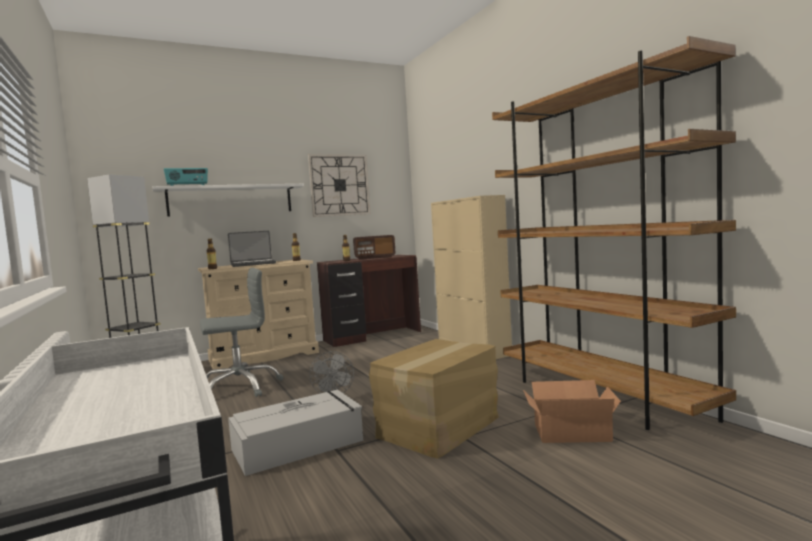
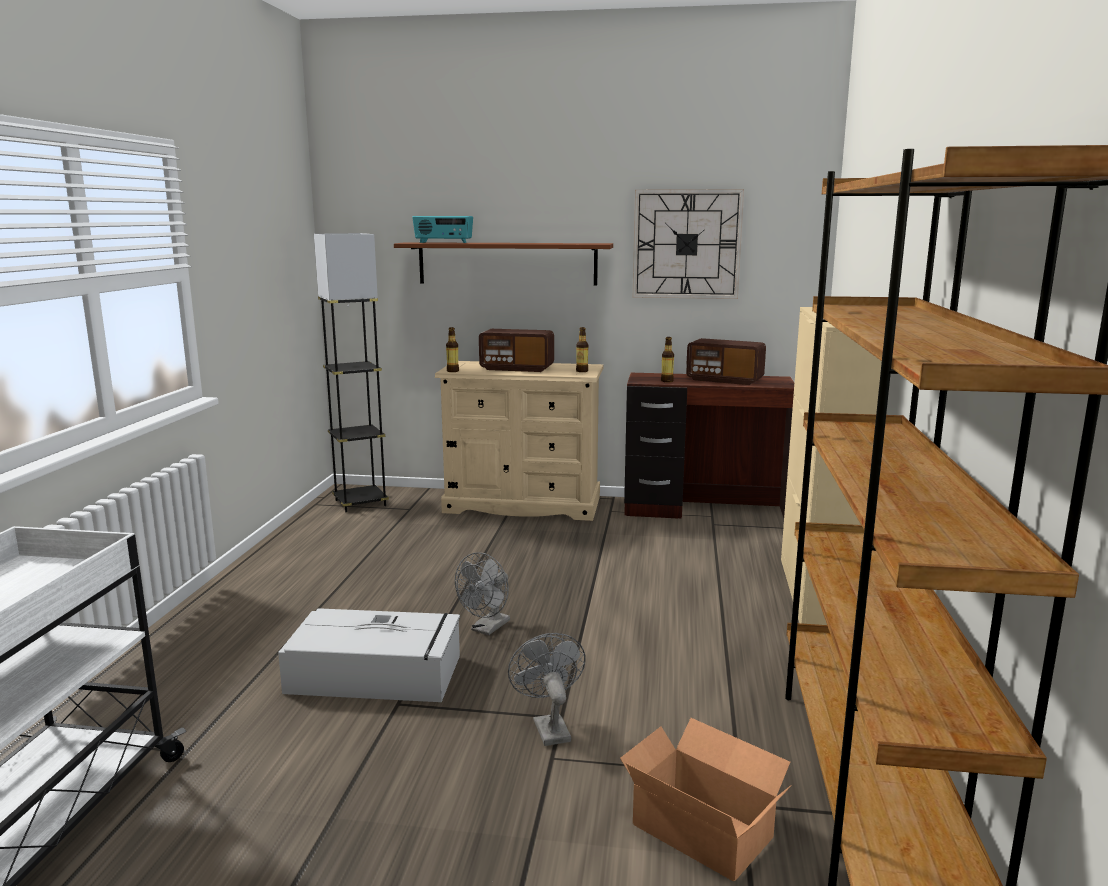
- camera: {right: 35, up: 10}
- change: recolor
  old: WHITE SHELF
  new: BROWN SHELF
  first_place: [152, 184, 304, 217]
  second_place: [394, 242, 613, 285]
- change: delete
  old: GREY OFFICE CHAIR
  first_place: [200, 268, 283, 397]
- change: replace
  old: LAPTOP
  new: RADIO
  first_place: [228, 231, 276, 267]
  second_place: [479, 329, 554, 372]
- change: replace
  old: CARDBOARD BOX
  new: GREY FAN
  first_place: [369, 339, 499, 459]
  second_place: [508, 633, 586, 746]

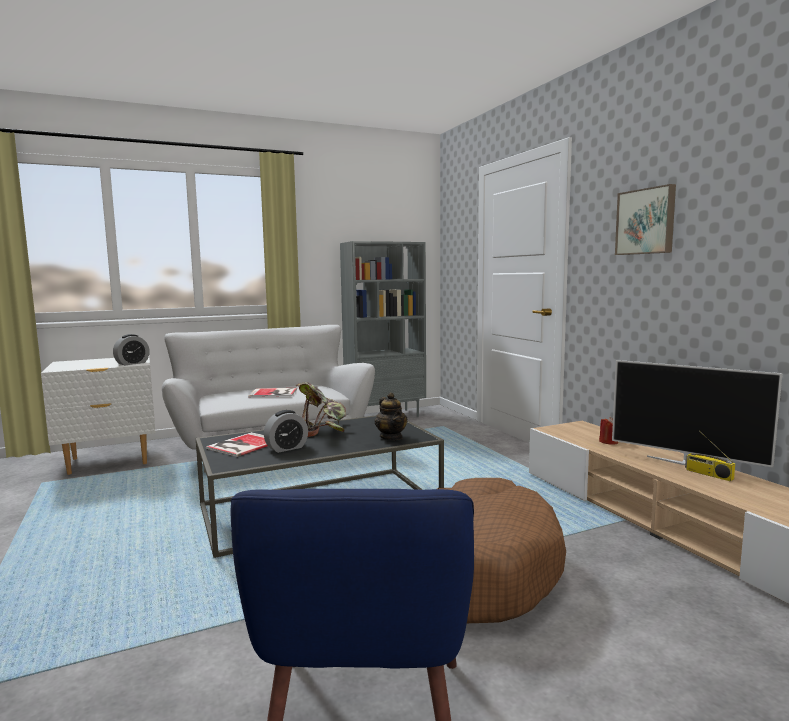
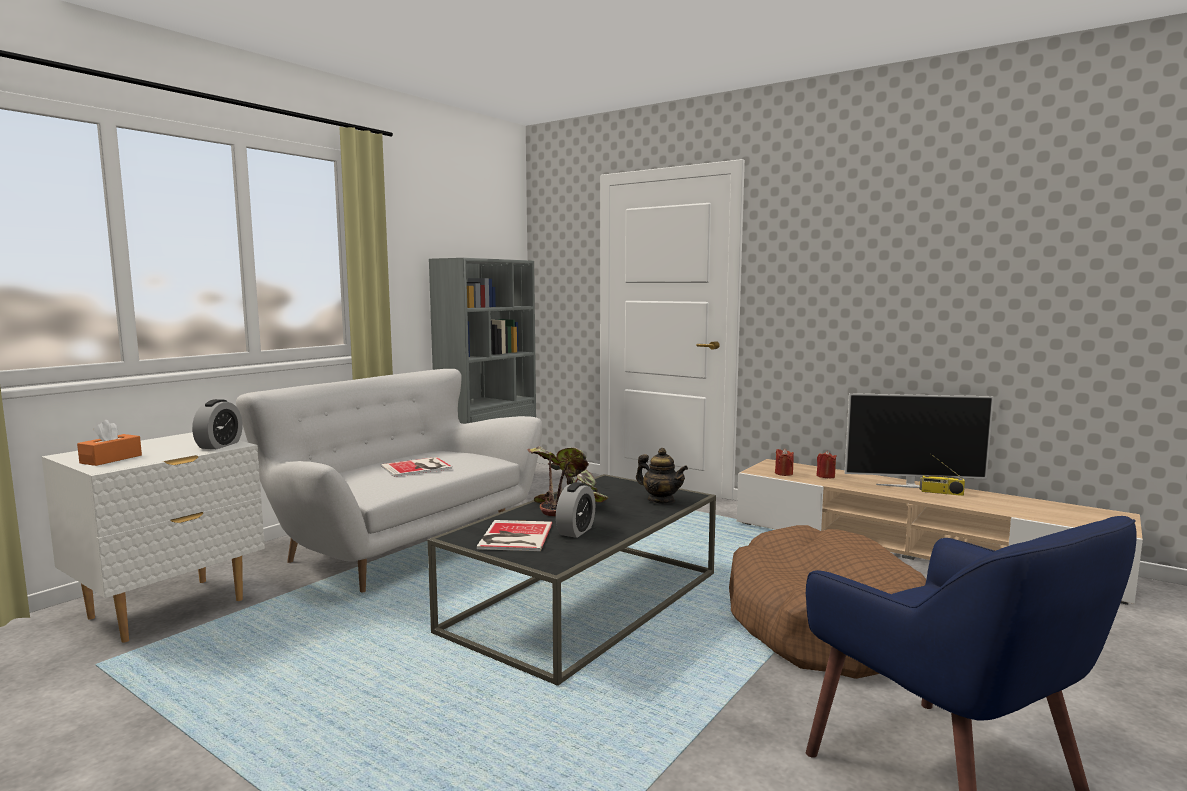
- camera: {right: -30, up: 0}
- change: delete
  old: PICTURE
  first_place: [615, 184, 676, 255]
- change: insert
  new: ORANGE TISSUE BOX
  second_place: [77, 420, 142, 466]
- change: insert
  new: RED CANDLE
  second_place: [775, 448, 794, 476]

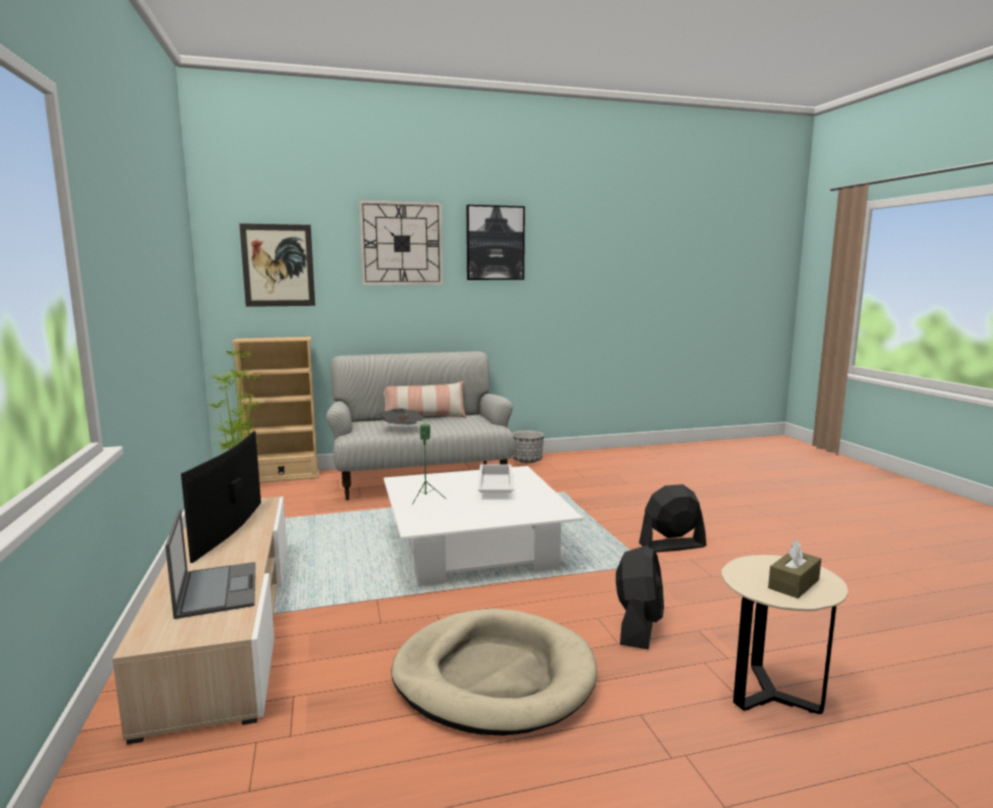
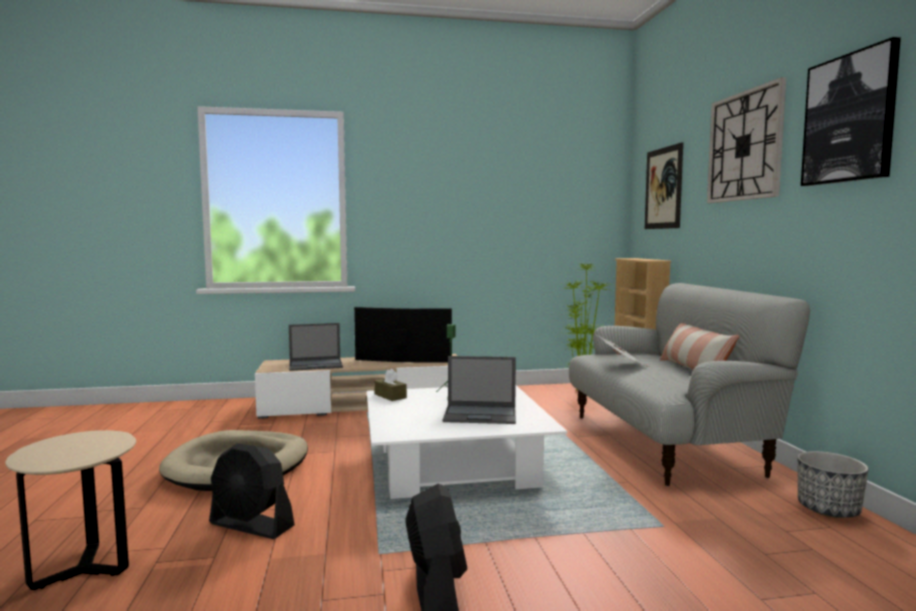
- camera: {right: 95, up: -5}
- change: replace
  old: WHITE TRAY
  new: LAPTOP
  first_place: [478, 465, 513, 493]
  second_place: [443, 356, 516, 424]
- change: move
  old: BROWN TISSUE BOX
  first_place: [768, 539, 821, 599]
  second_place: [374, 368, 407, 401]

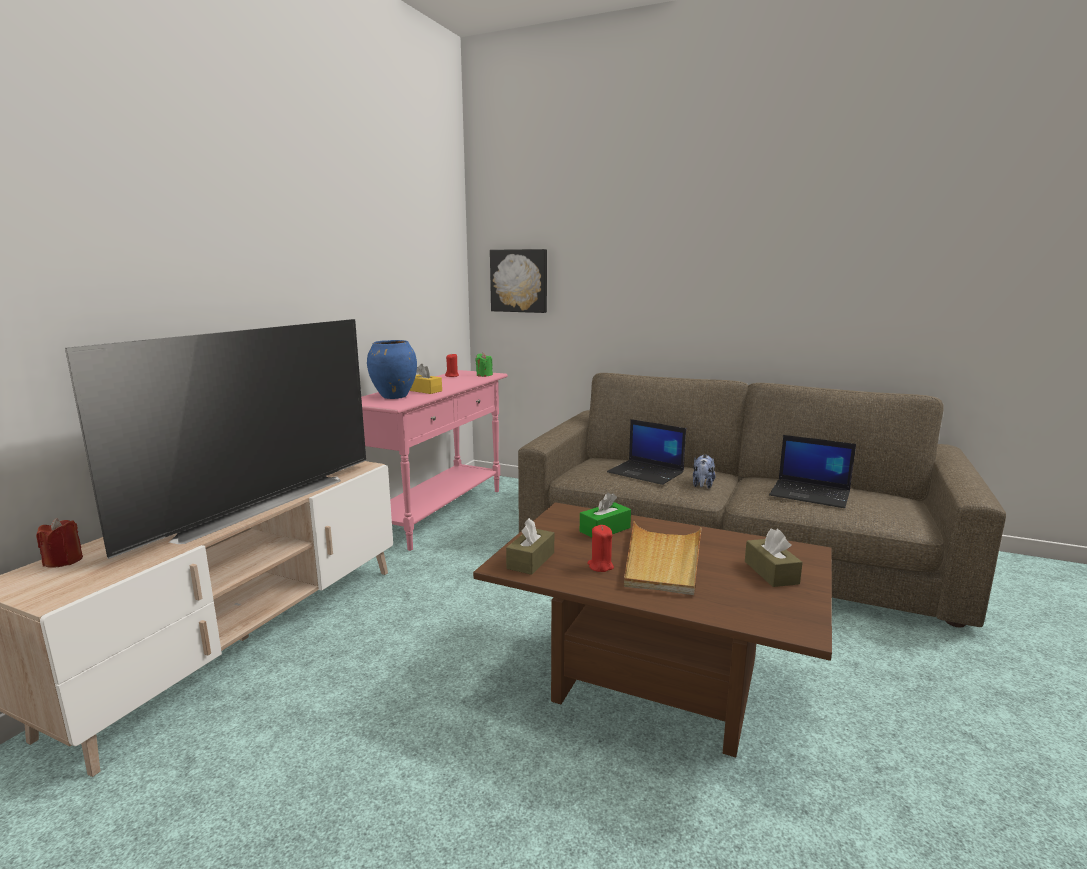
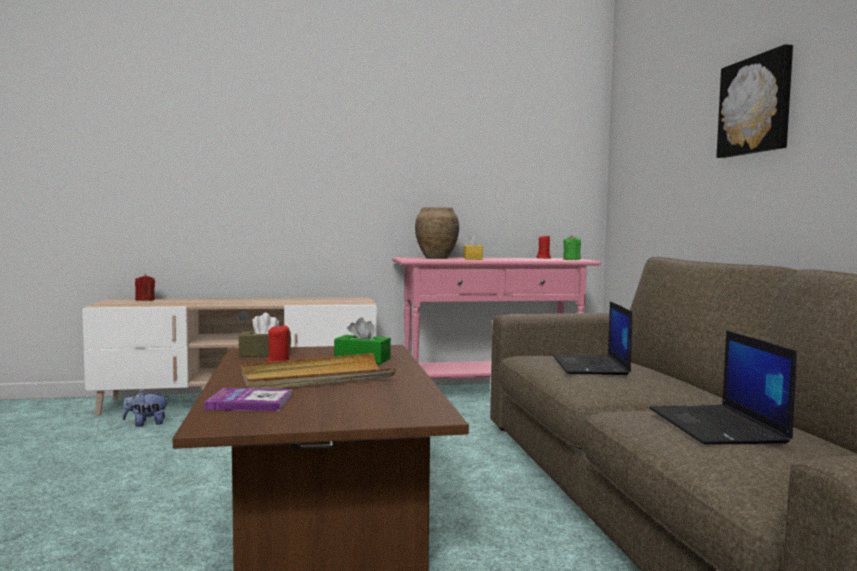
- camera: {right: 55, up: -10}
- change: delete
  old: TELEVISION
  first_place: [65, 319, 366, 559]
- change: recolor
  old: BLUE VASE
  new: BROWN VASE
  first_place: [367, 340, 417, 399]
  second_place: [415, 207, 459, 259]
- change: move
  old: PICTURE
  first_place: [490, 249, 547, 313]
  second_place: [716, 44, 793, 158]
- change: move
  old: PLUSH TOY
  first_place: [693, 455, 715, 488]
  second_place: [122, 391, 169, 426]
- change: delete
  old: BROWN TISSUE BOX
  first_place: [745, 529, 803, 587]
- change: insert
  new: BOOK
  second_place: [204, 388, 293, 411]

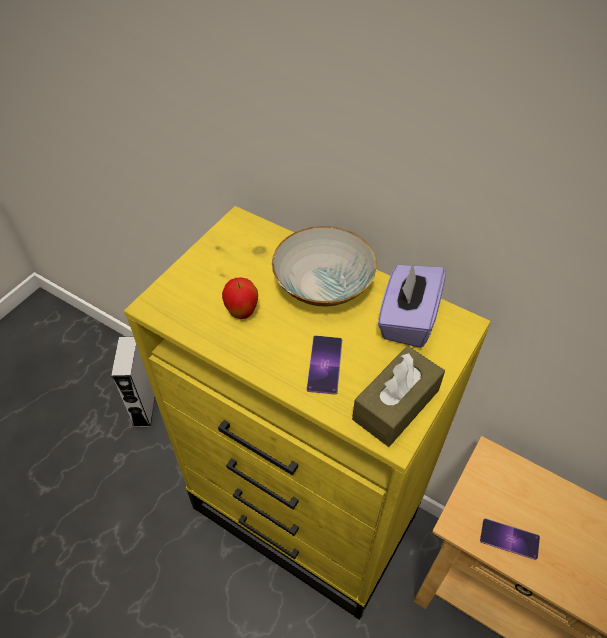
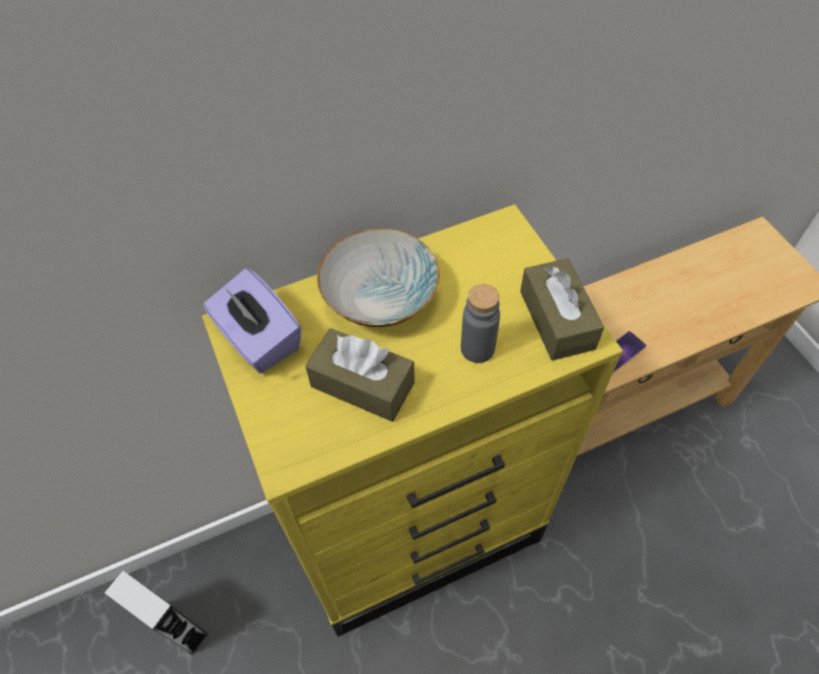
- camera: {right: -55, up: 5}
- change: replace
  old: APPLE
  new: BROWN TISSUE BOX
  first_place: [222, 277, 258, 319]
  second_place: [305, 328, 415, 422]
- change: replace
  old: PHONE
  new: GREY BOTTLE
  first_place: [307, 336, 342, 395]
  second_place: [461, 284, 500, 363]
- change: move
  old: PURPLE TISSUE BOX
  first_place: [378, 263, 446, 348]
  second_place: [203, 268, 301, 373]

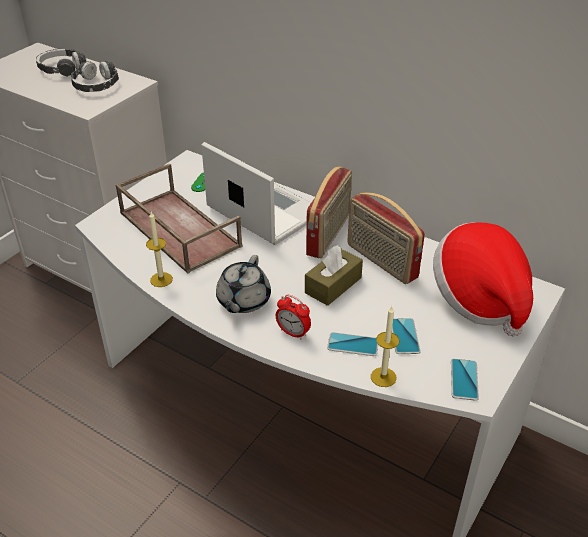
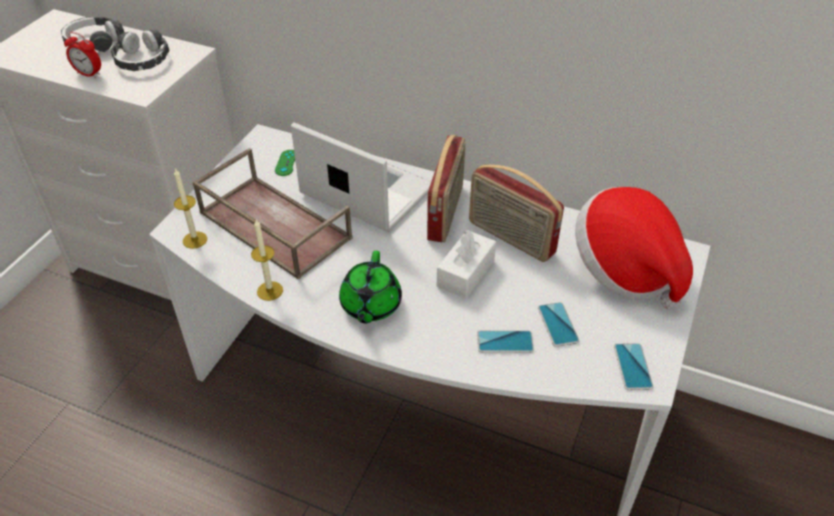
- camera: {right: -10, up: 5}
- change: recolor
  old: GREY TEAPOT
  new: GREEN TEAPOT
  first_place: [216, 255, 271, 313]
  second_place: [339, 251, 402, 323]
- change: move
  old: ALARM CLOCK
  first_place: [276, 295, 311, 340]
  second_place: [64, 32, 101, 78]
- change: recolor
  old: BROWN TISSUE BOX
  new: WHITE TISSUE BOX
  first_place: [305, 245, 363, 306]
  second_place: [437, 230, 496, 299]
- change: move
  old: CANDLE
  first_place: [371, 306, 399, 387]
  second_place: [174, 168, 207, 249]

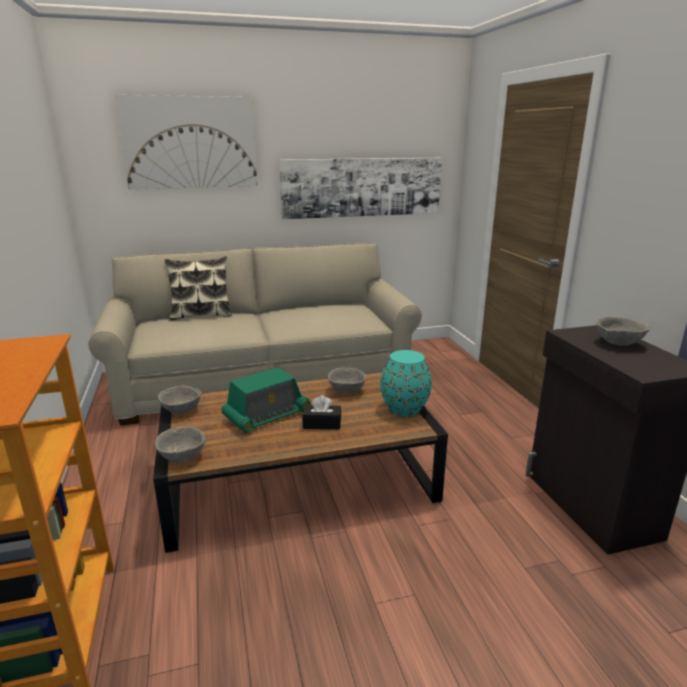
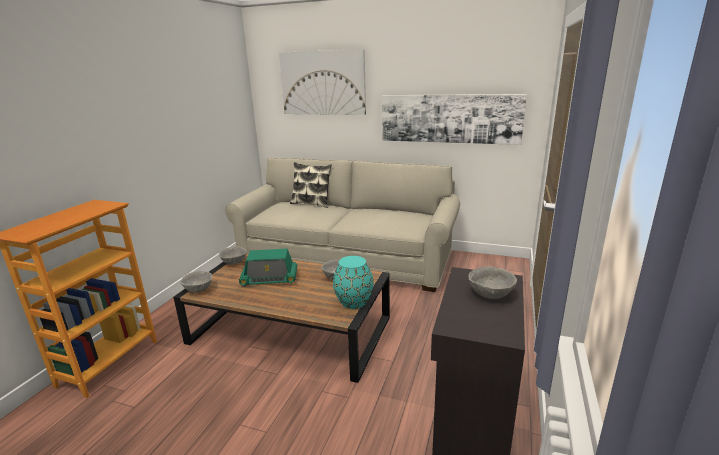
- camera: {right: 35, up: 0}
- change: delete
  old: BLACK TISSUE BOX
  first_place: [302, 395, 341, 429]

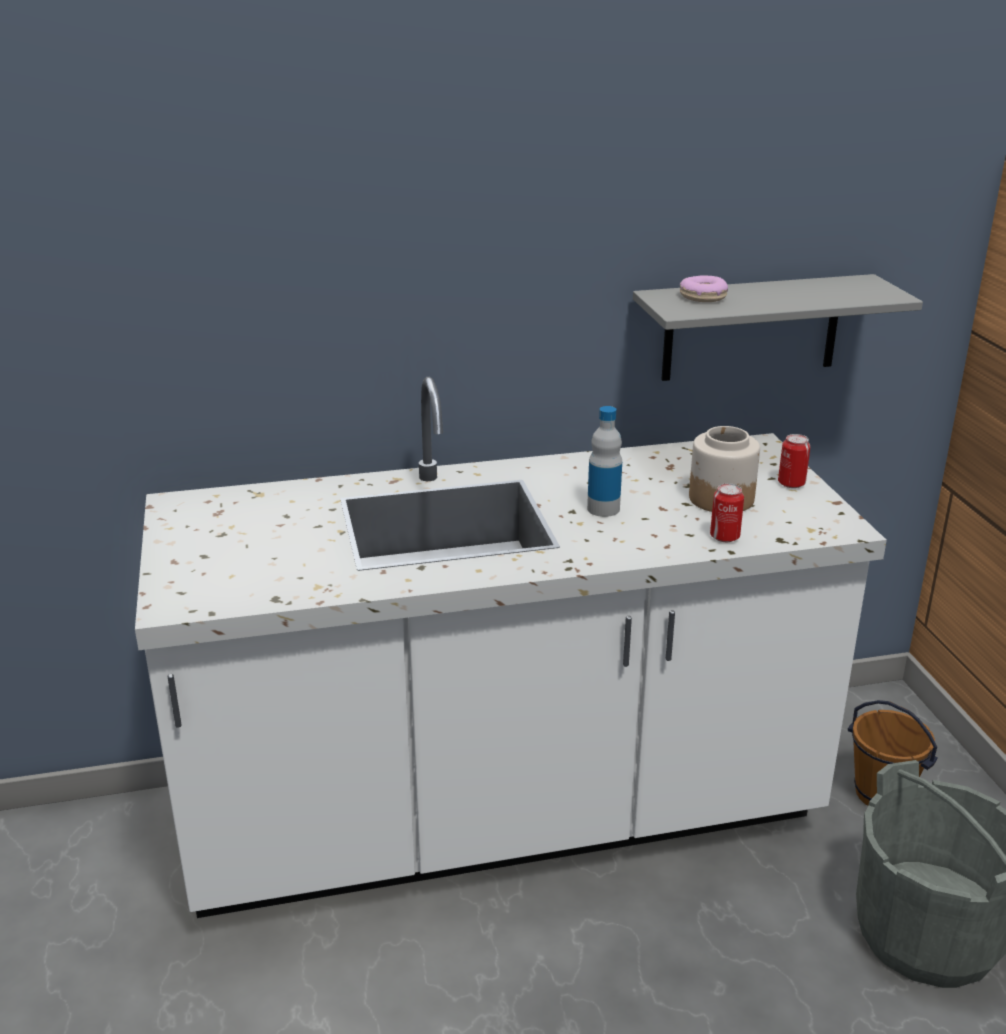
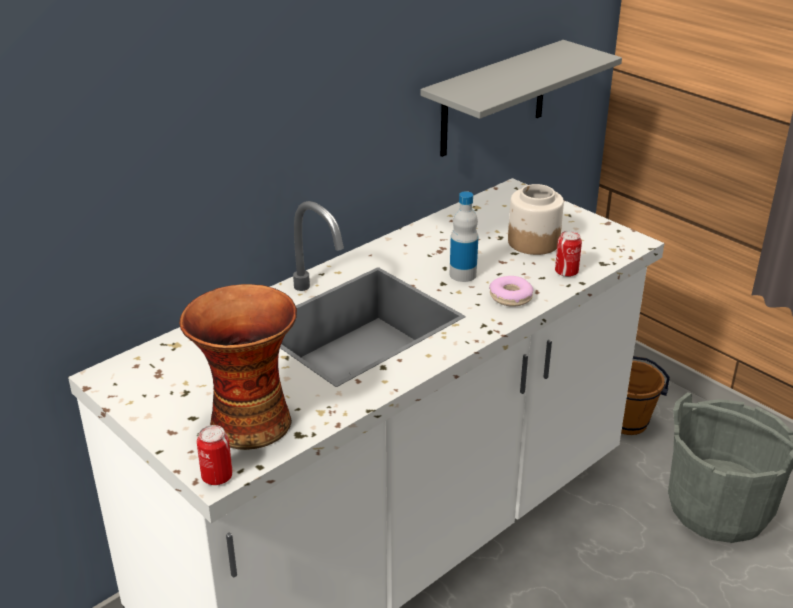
- camera: {right: -30, up: 5}
- change: move
  old: DONUT
  first_place: [680, 276, 728, 302]
  second_place: [489, 276, 534, 307]
- change: move
  old: CAN
  first_place: [778, 434, 810, 488]
  second_place: [197, 425, 233, 485]
- change: insert
  new: VASE
  second_place: [179, 284, 297, 450]

